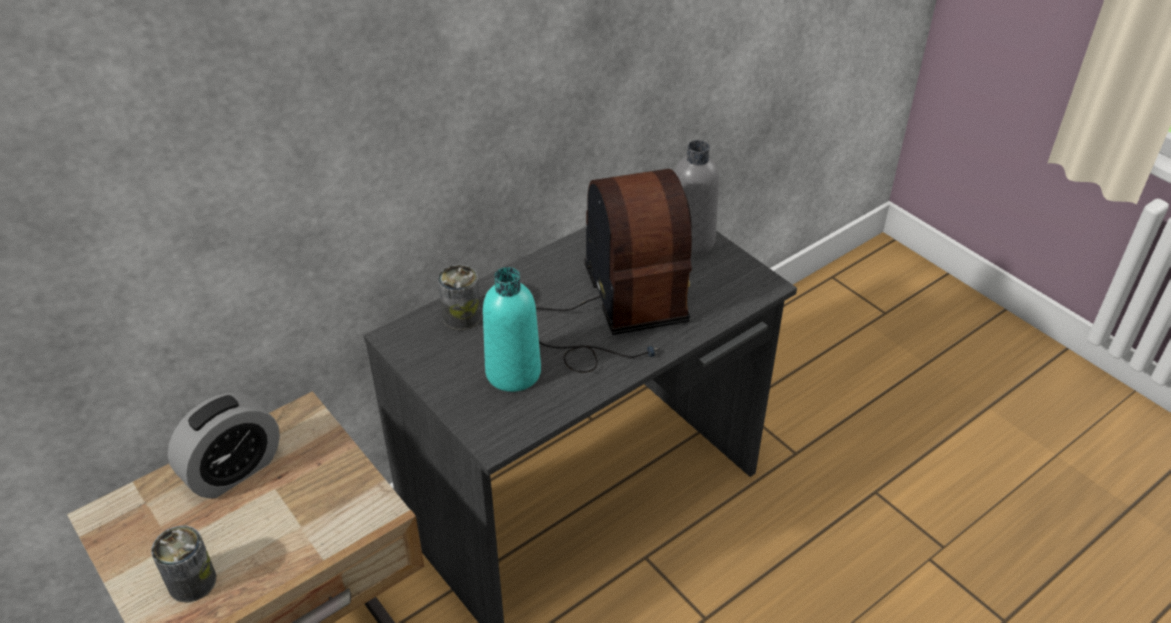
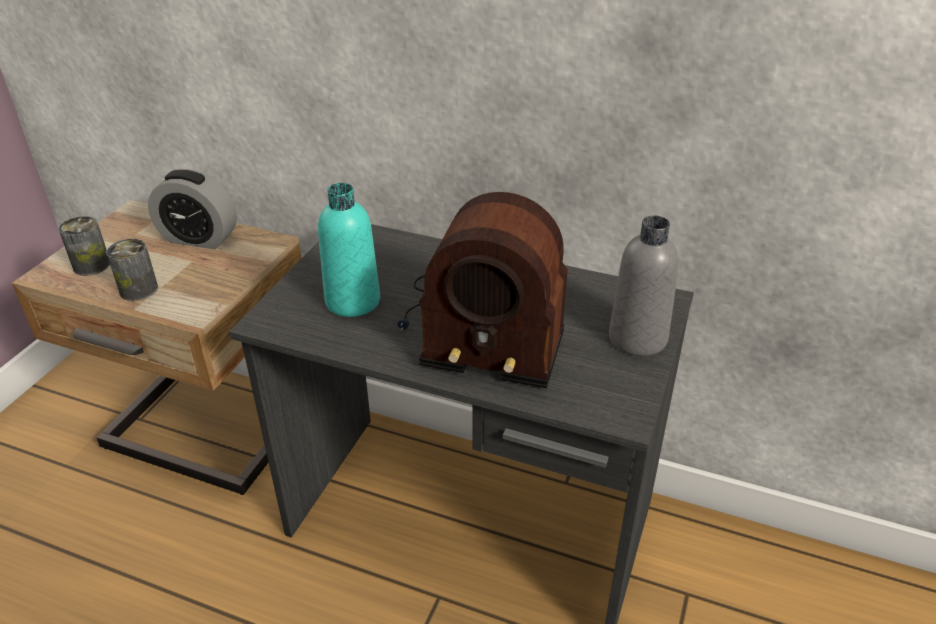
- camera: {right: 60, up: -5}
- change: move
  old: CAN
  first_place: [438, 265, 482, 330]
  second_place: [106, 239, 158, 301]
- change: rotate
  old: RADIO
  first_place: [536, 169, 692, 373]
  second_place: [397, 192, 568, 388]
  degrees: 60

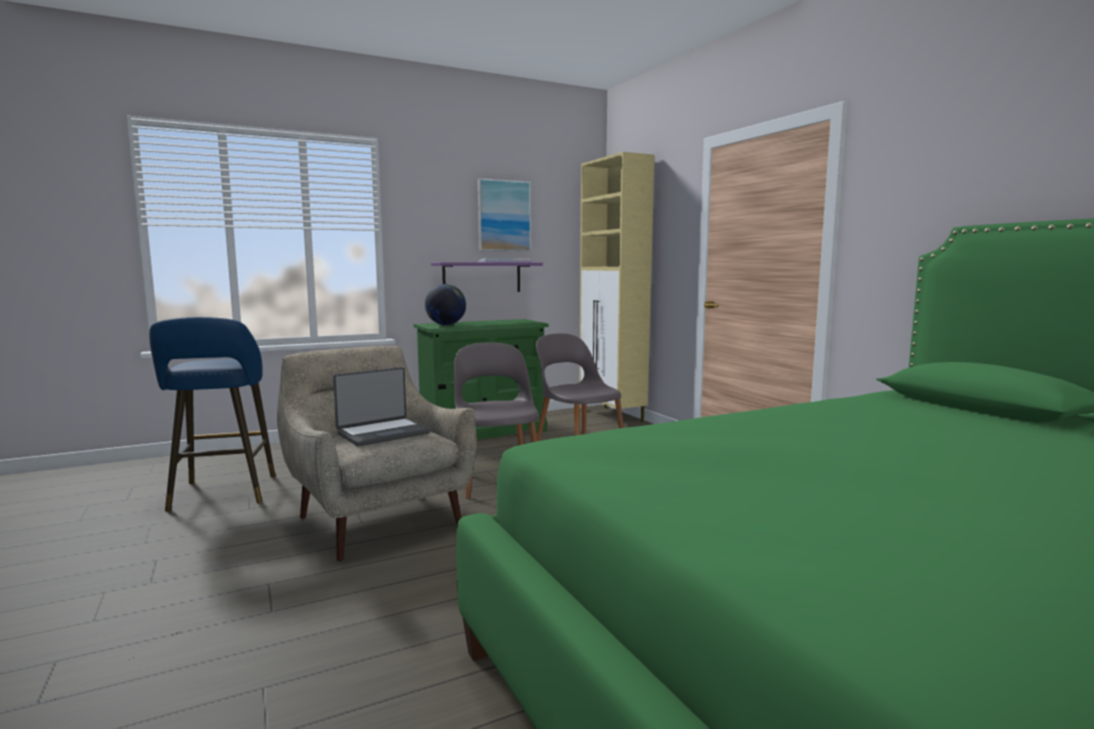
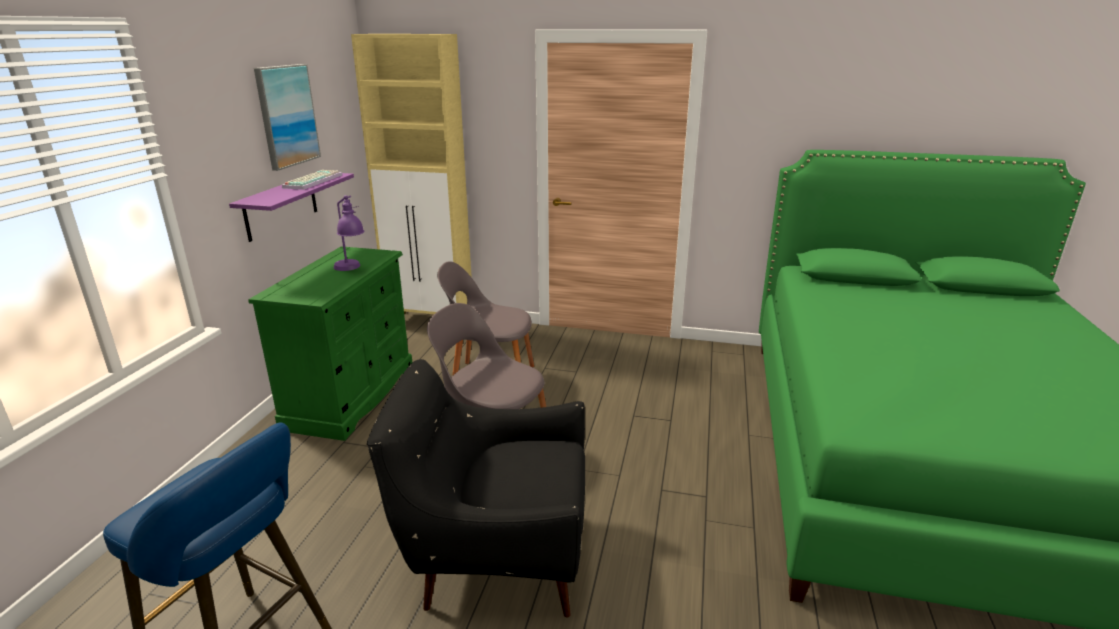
- camera: {right: -50, up: 15}
- change: recolor
  old: BEIGE ARMCHAIR
  new: BLACK ARMCHAIR
  first_place: [277, 346, 477, 561]
  second_place: [367, 359, 585, 617]
- change: delete
  old: LAPTOP
  first_place: [333, 367, 430, 446]
- change: delete
  old: GLOBE
  first_place: [425, 284, 466, 325]
- change: insert
  new: PURPLE TABLE LAMP
  second_place: [334, 195, 364, 271]

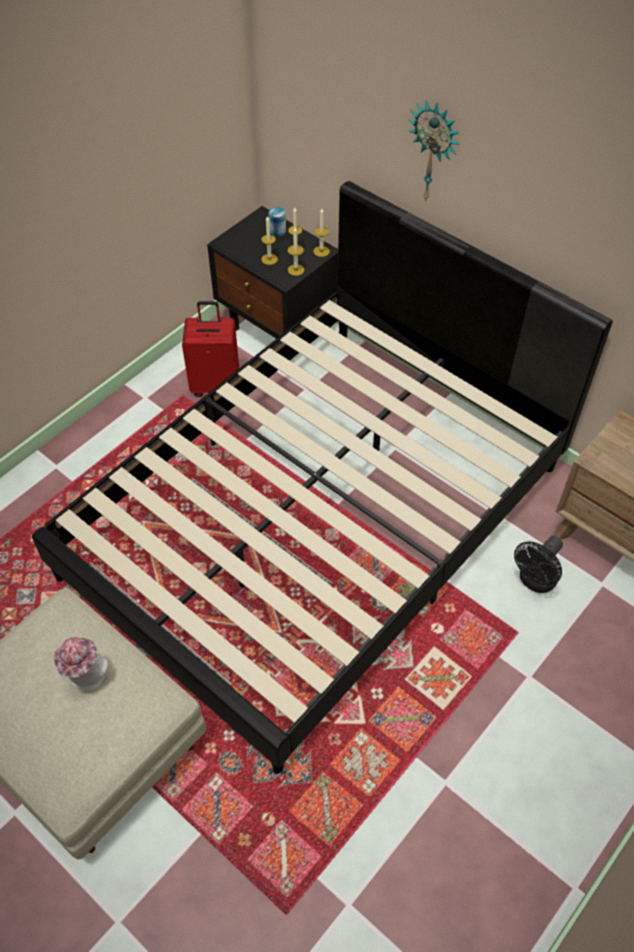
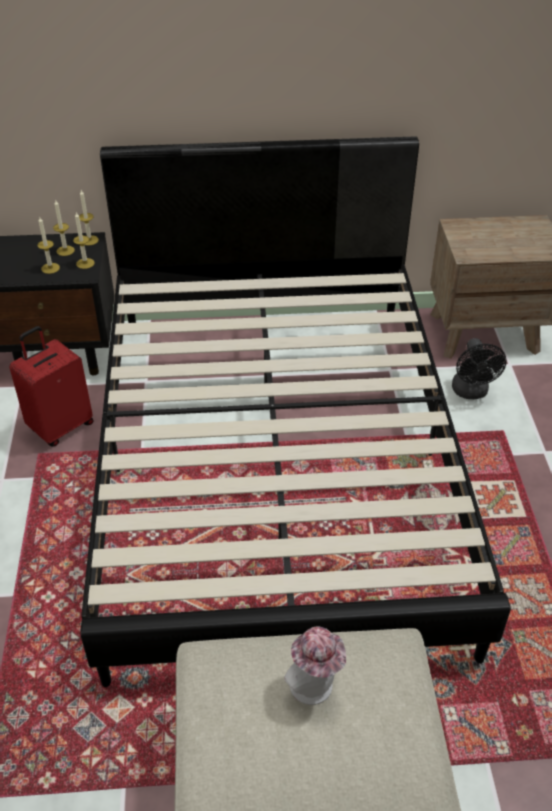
- camera: {right: -45, up: -10}
- change: delete
  old: CAN
  first_place: [269, 207, 286, 236]
- change: delete
  old: WALL CLOCK
  first_place: [408, 100, 460, 202]

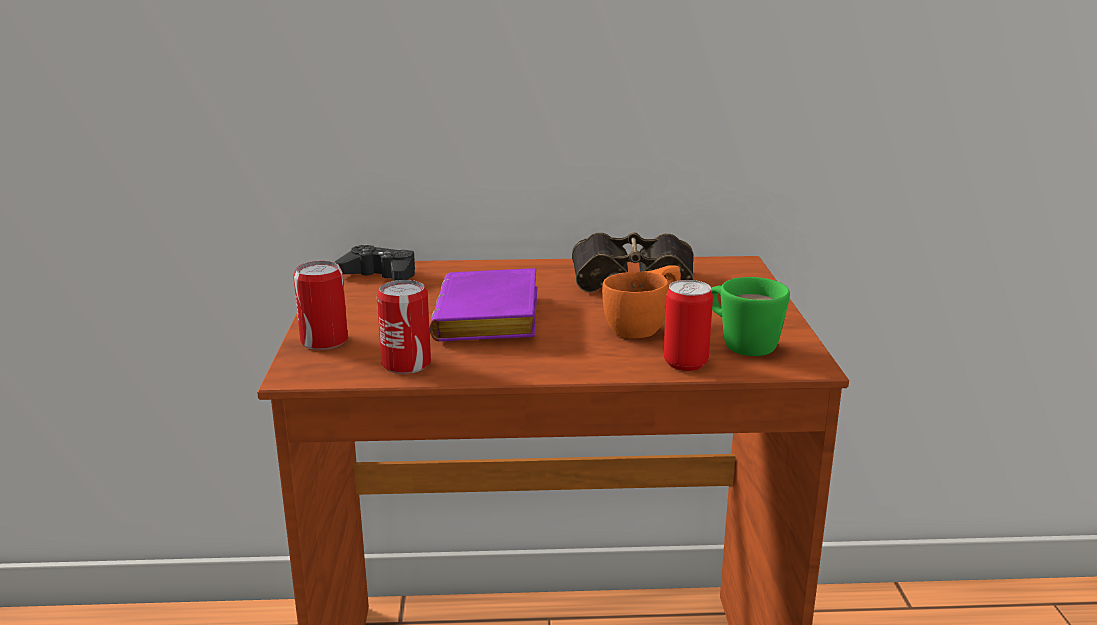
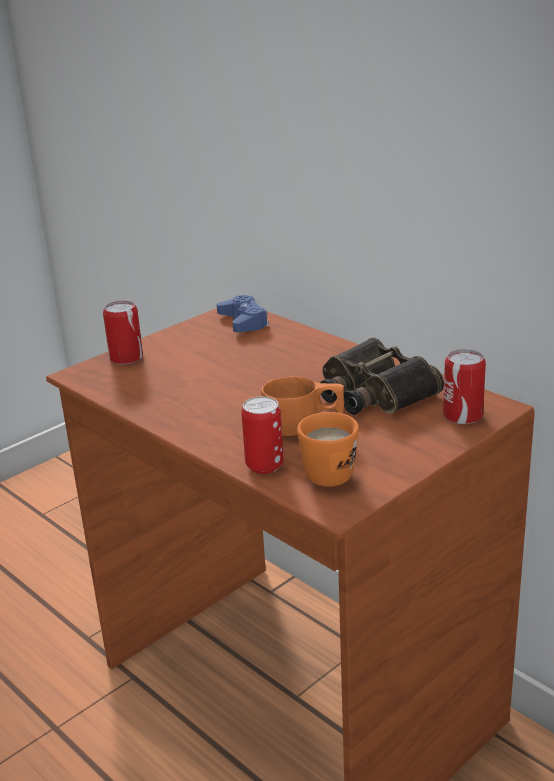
- camera: {right: 50, up: 5}
- change: recolor
  old: BLACK GAME CONTROLLER
  new: BLUE GAME CONTROLLER
  first_place: [335, 245, 415, 281]
  second_place: [217, 295, 269, 332]
- change: move
  old: CAN
  first_place: [377, 280, 431, 374]
  second_place: [443, 349, 486, 424]
- change: delete
  old: PURPLE BOOK
  first_place: [430, 268, 537, 341]
- change: recolor
  old: GREEN MUG
  new: ORANGE MUG
  first_place: [711, 277, 790, 356]
  second_place: [297, 412, 359, 487]

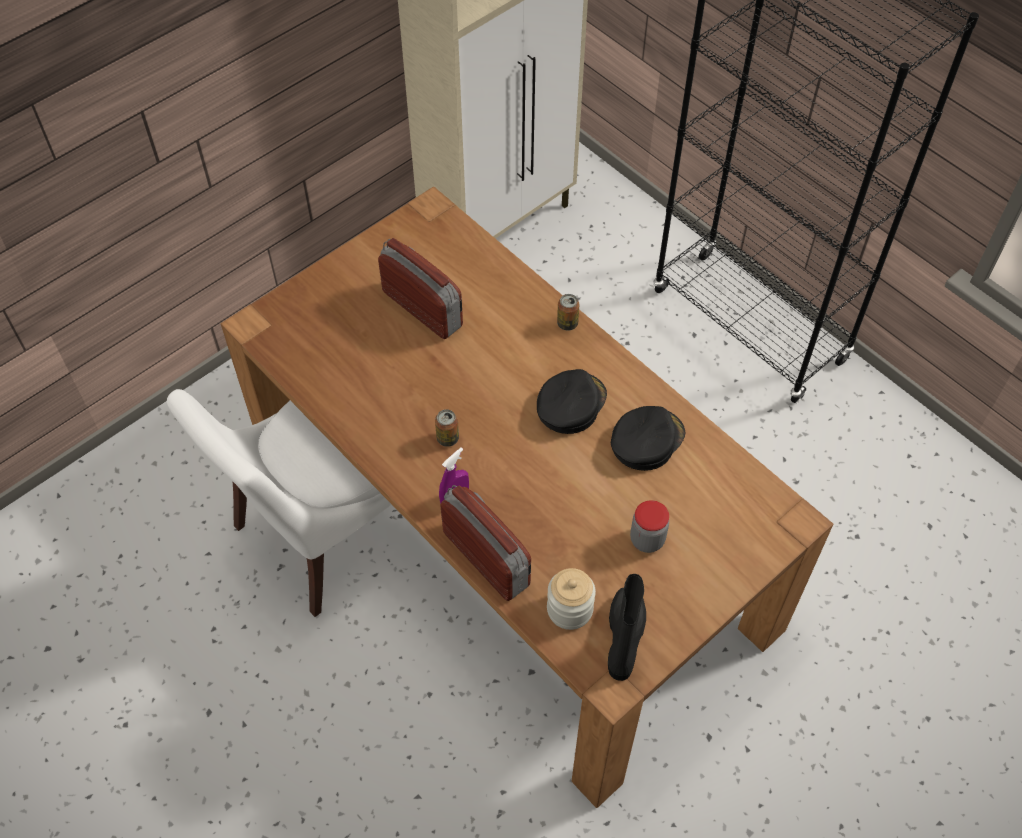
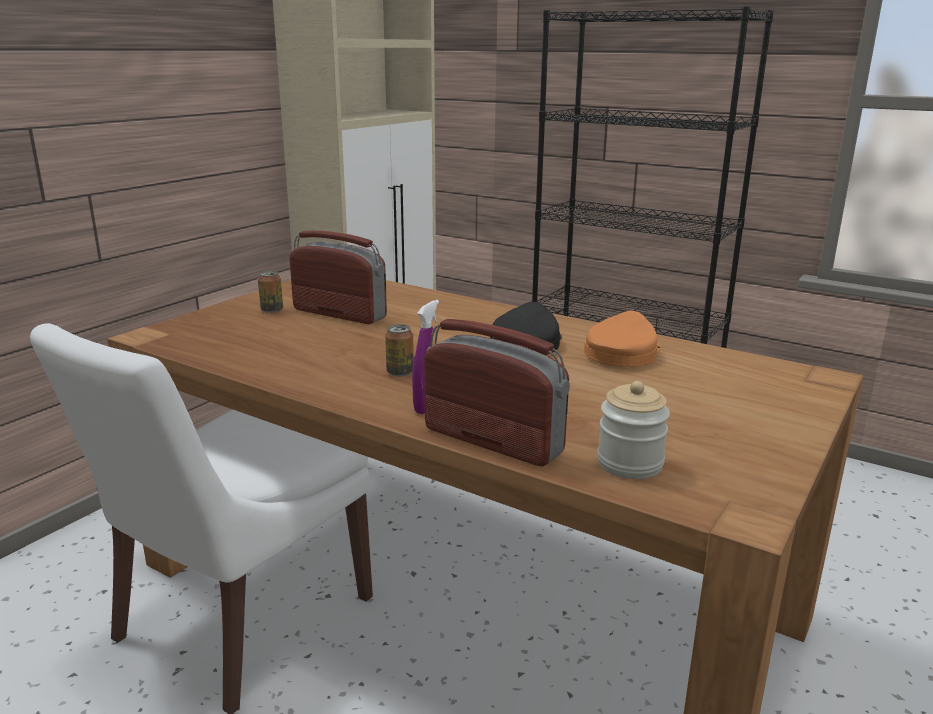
- camera: {right: -15, up: -35}
- change: move
  old: CAN
  first_place: [557, 294, 579, 331]
  second_place: [258, 271, 283, 313]
- change: delete
  old: BLACK BOOT
  first_place: [608, 574, 646, 681]
- change: recolor
  old: BLACK CAP
  new: ORANGE CAP
  first_place: [611, 406, 685, 471]
  second_place: [584, 311, 661, 367]
- change: delete
  old: JAR
  first_place: [630, 500, 669, 553]

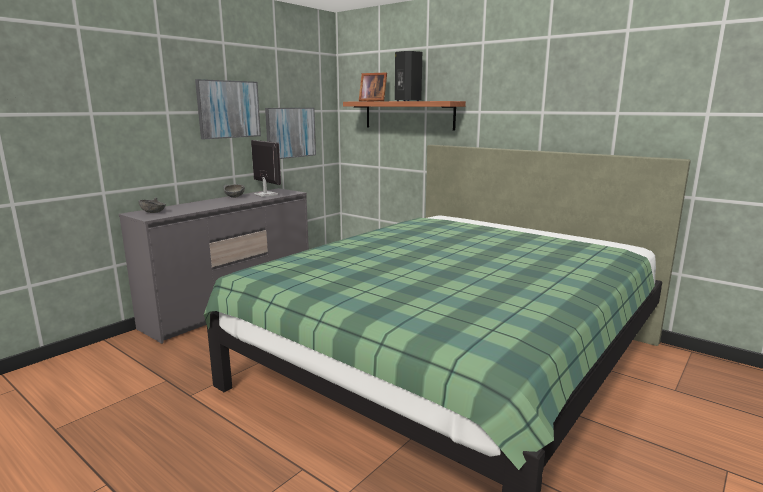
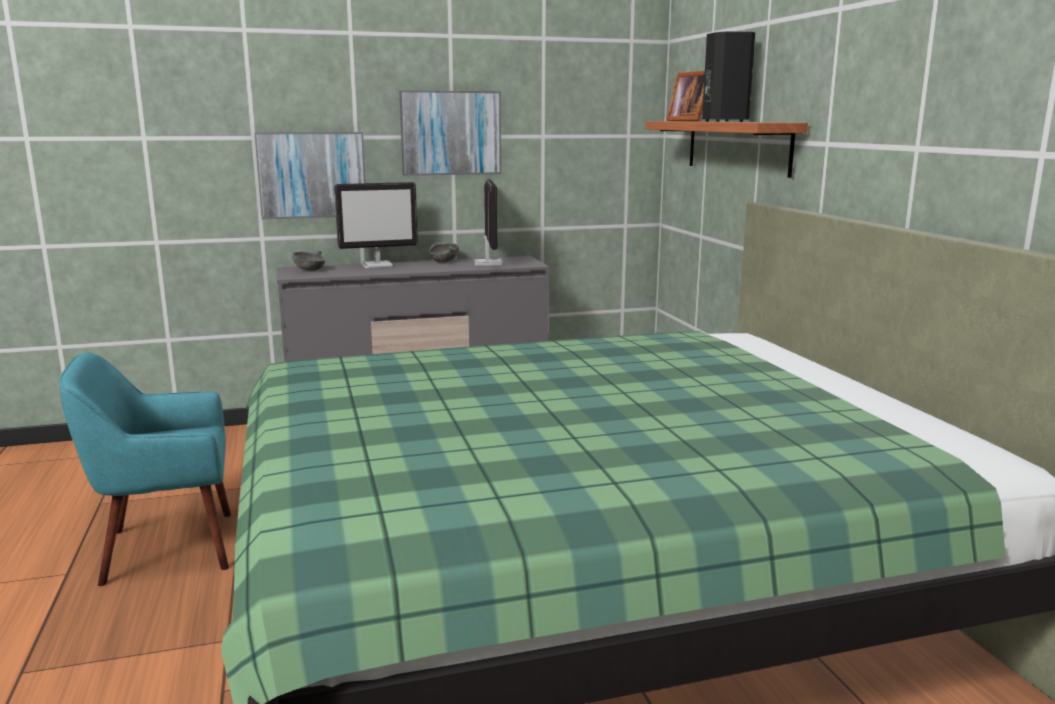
- camera: {right: 35, up: 0}
- change: move
  old: PICTURE
  first_place: [265, 108, 316, 159]
  second_place: [255, 132, 366, 219]
- change: insert
  new: TURQUOISE ARMCHAIR
  second_place: [59, 352, 231, 586]
- change: insert
  new: MONITOR
  second_place: [334, 182, 418, 268]

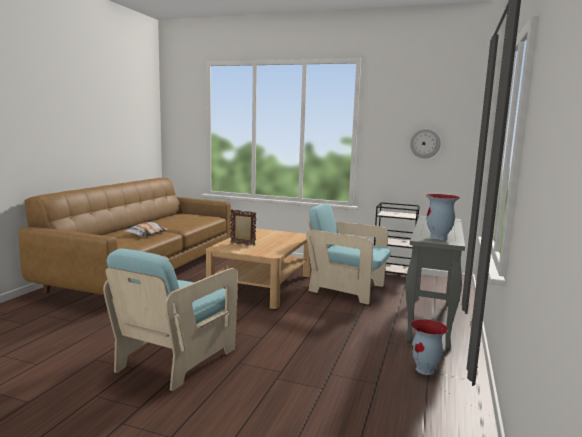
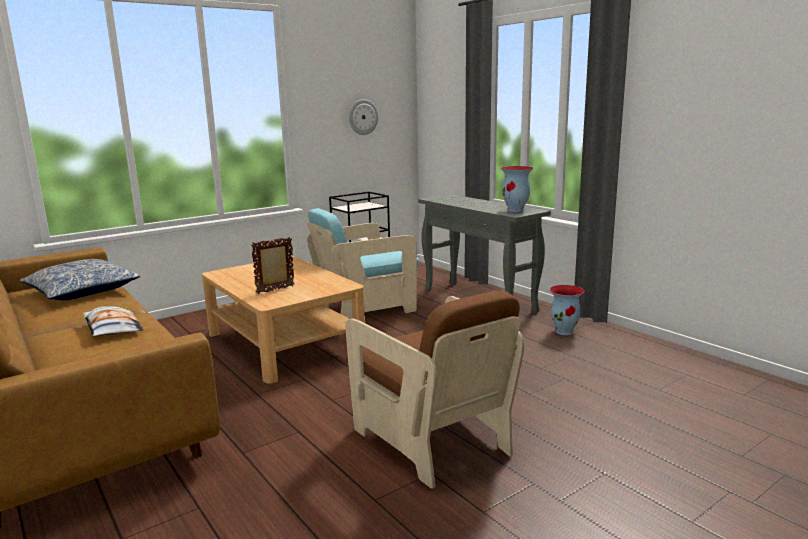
- camera: {right: -55, up: 5}
- change: recolor
  old: TURQUOISE ARMCHAIR
  new: BROWN ARMCHAIR
  first_place: [103, 249, 238, 391]
  second_place: [345, 290, 525, 489]
- change: insert
  new: PILLOW
  second_place: [20, 259, 140, 300]

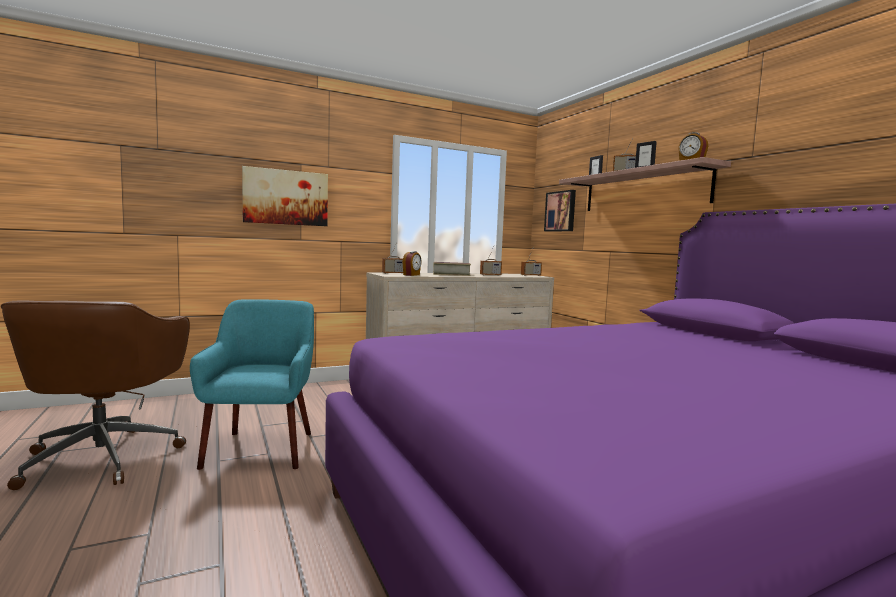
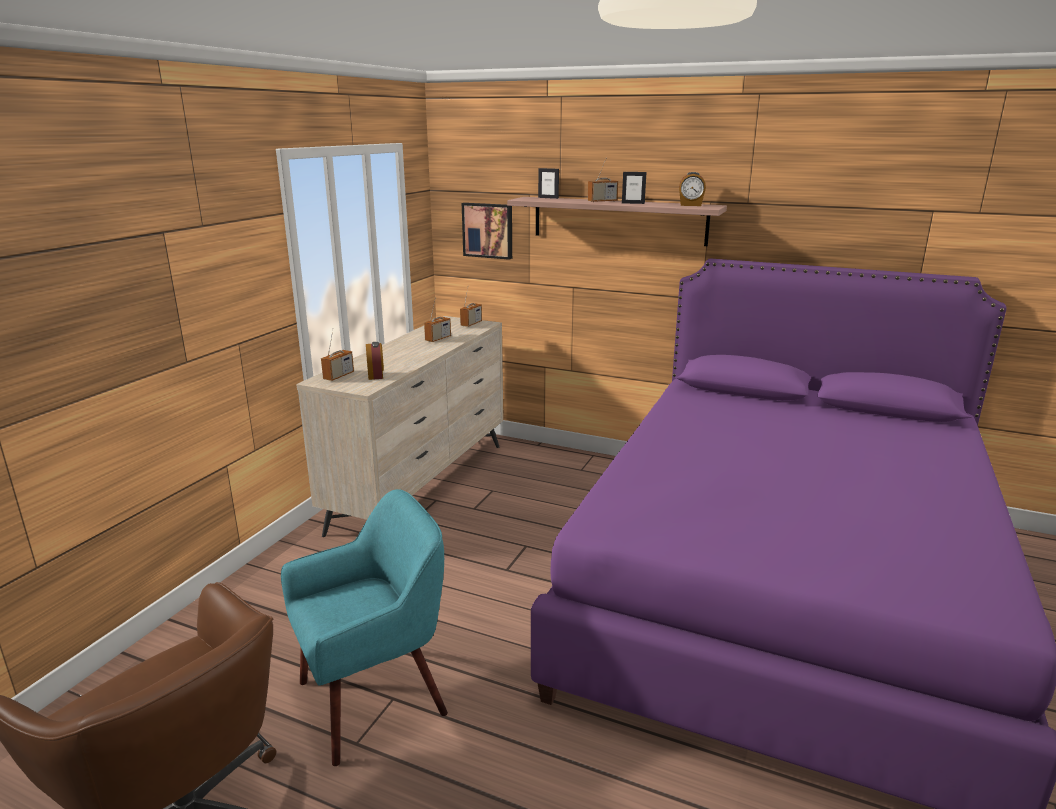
- camera: {right: -40, up: 15}
- change: rotate
  old: TURQUOISE ARMCHAIR
  first_place: [190, 299, 314, 470]
  second_place: [281, 489, 448, 766]
  degrees: 105
- change: delete
  old: PICTURE
  first_place: [242, 166, 328, 226]
- change: delete
  old: BOOK
  first_place: [433, 262, 471, 276]

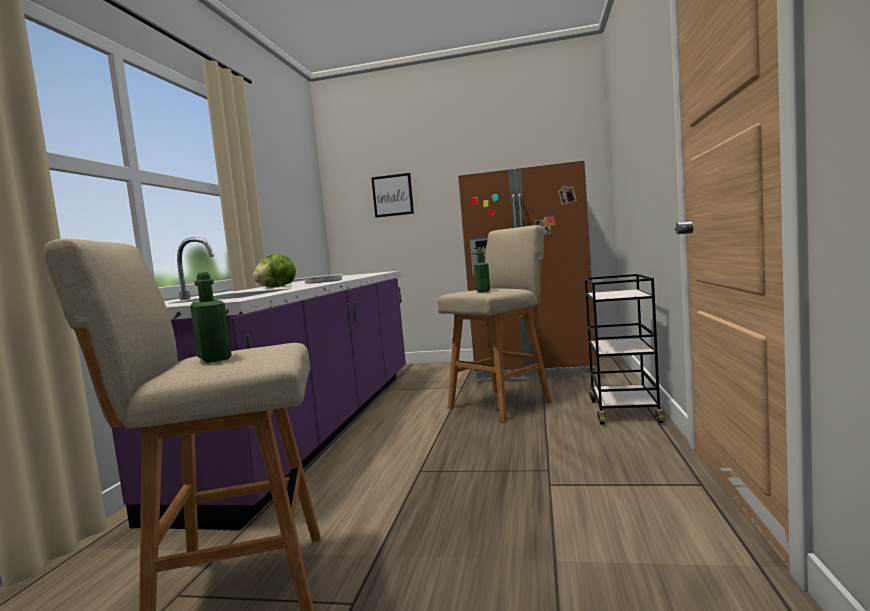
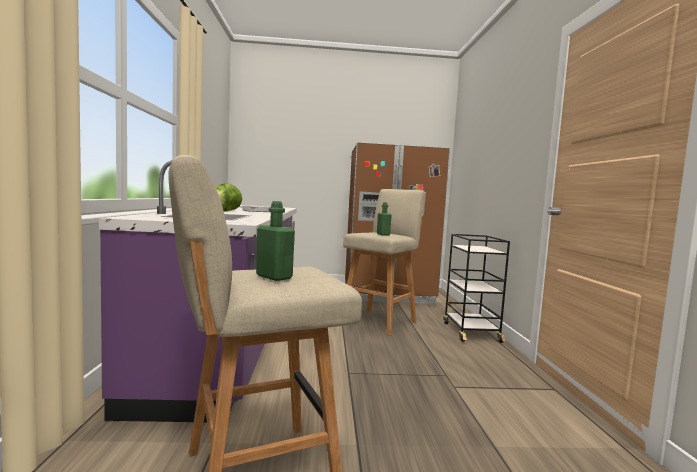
- camera: {right: -15, up: 0}
- change: delete
  old: PICTURE
  first_place: [371, 173, 414, 218]

